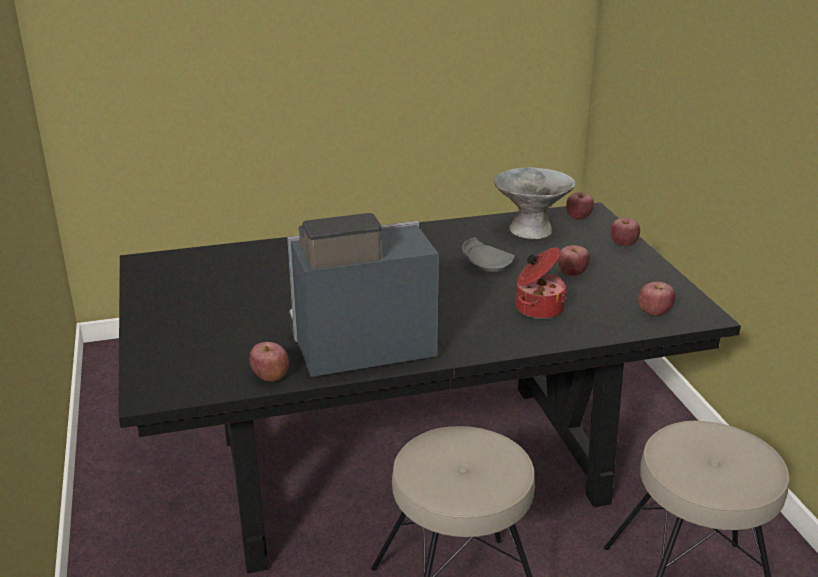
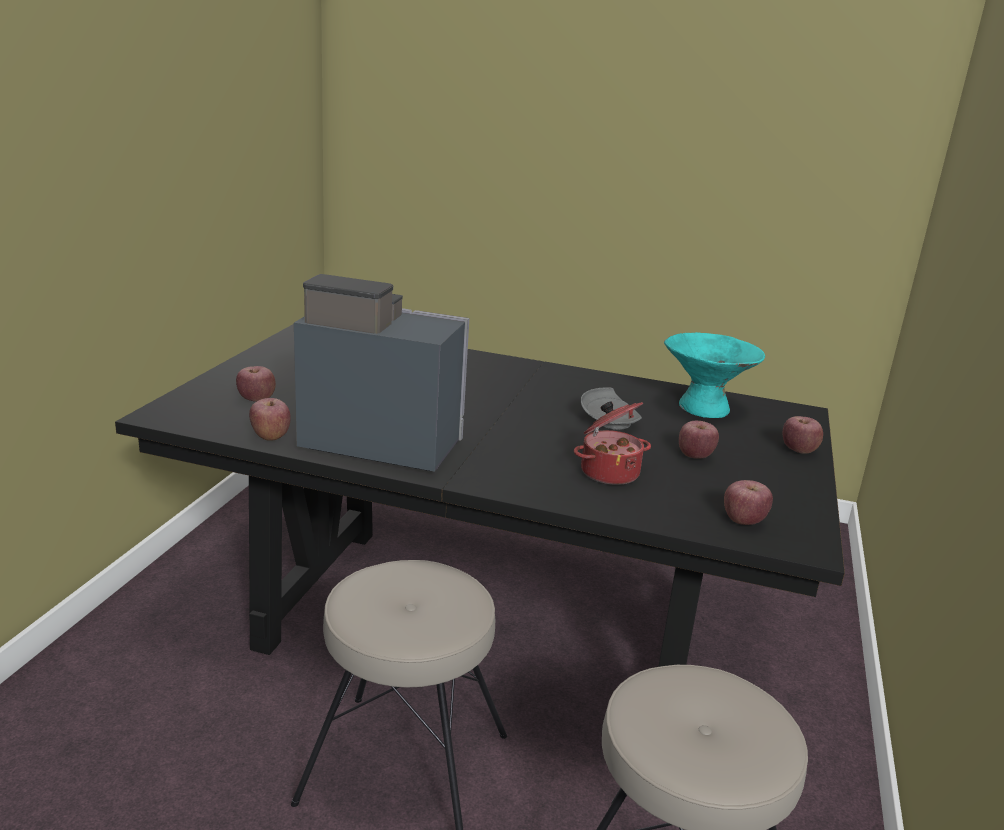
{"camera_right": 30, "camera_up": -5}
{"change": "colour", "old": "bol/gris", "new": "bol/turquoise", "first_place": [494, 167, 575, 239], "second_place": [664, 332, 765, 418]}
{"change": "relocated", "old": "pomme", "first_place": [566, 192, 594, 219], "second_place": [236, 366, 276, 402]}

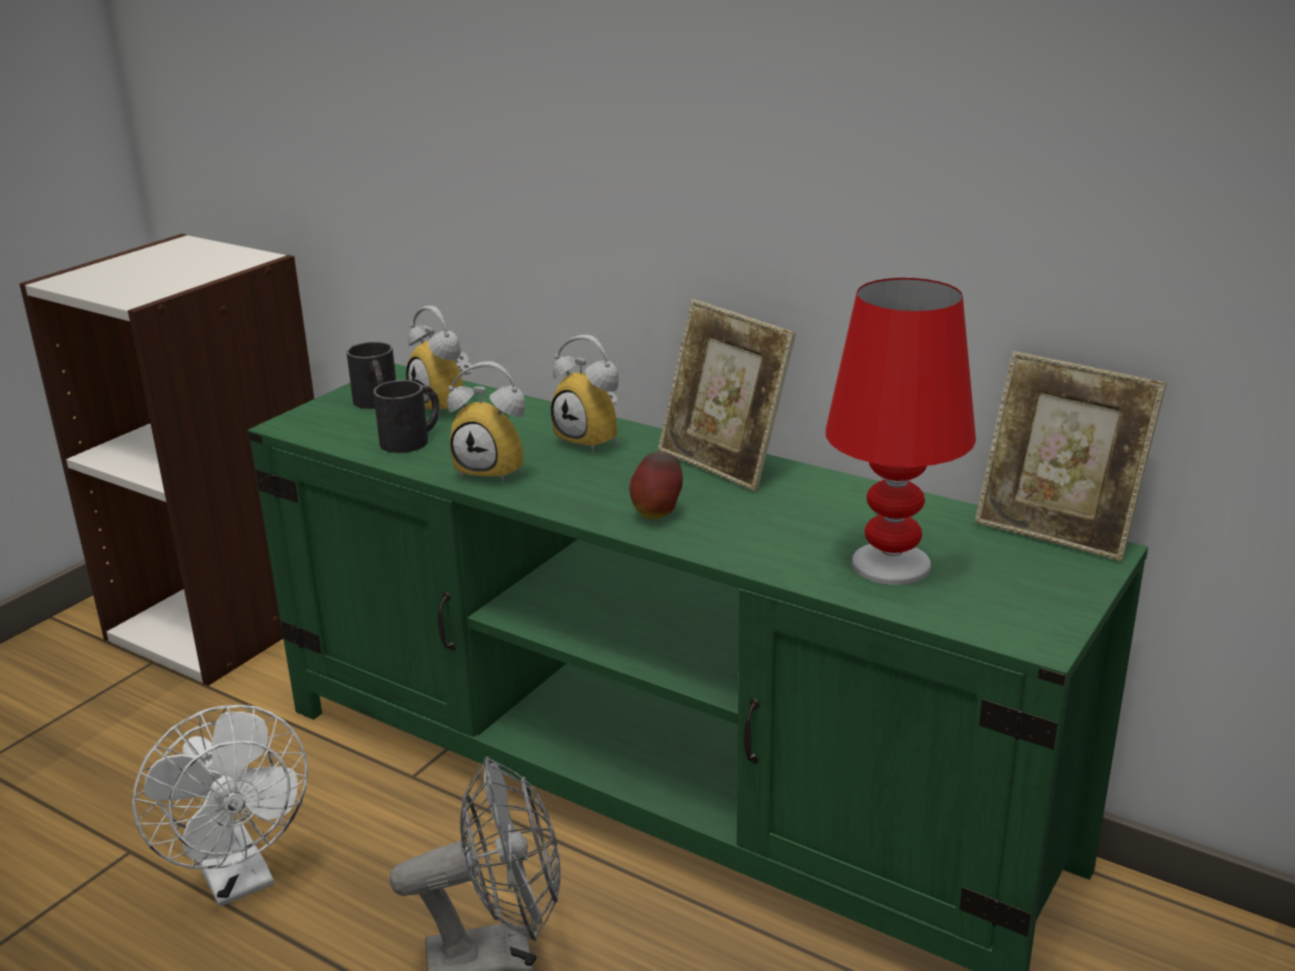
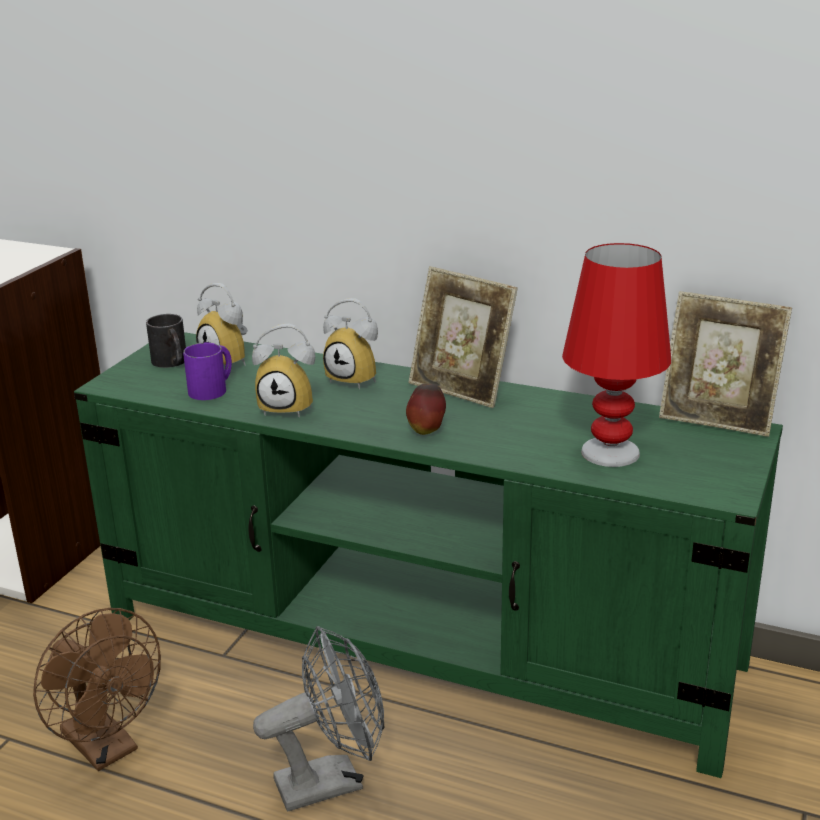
{"camera_right": -10, "camera_up": 0}
{"change": "colour", "old": "mug/noir", "new": "mug/violet", "first_place": [373, 380, 440, 453], "second_place": [183, 343, 232, 400]}
{"change": "colour", "old": "ventilateur/blanc", "new": "ventilateur/marron", "first_place": [132, 705, 308, 907], "second_place": [33, 608, 161, 771]}

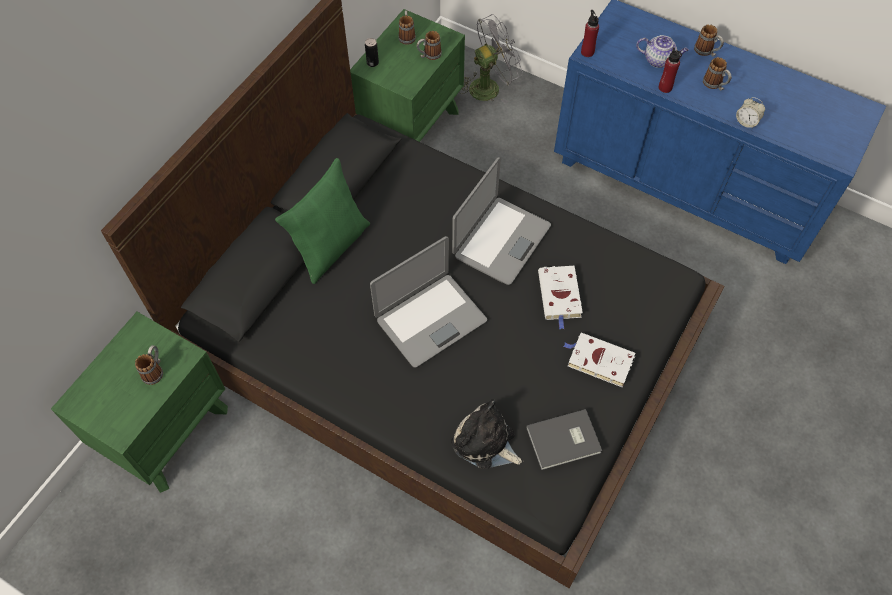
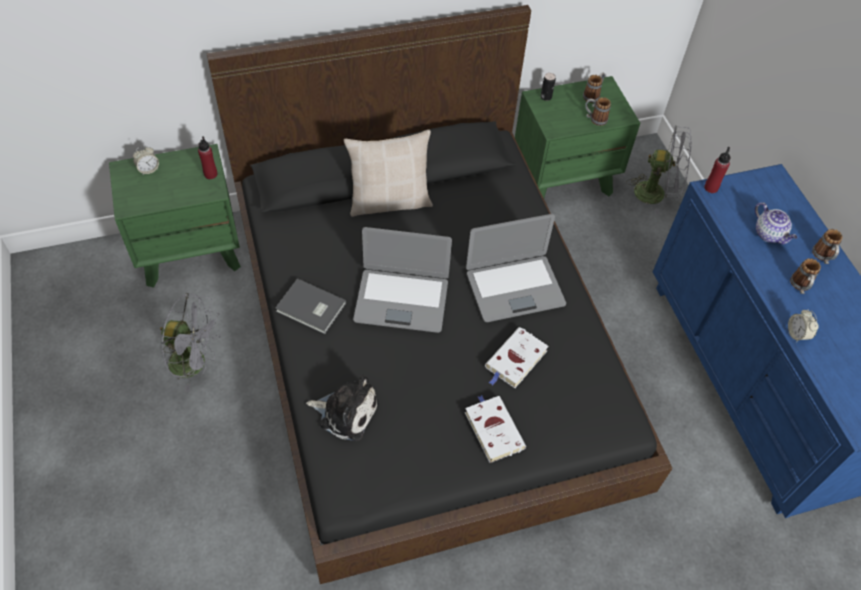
{"camera_right": 40, "camera_up": -5}
{"change": "relocated", "old": "bouteille/rouge", "first_place": [659, 48, 682, 93], "second_place": [198, 136, 217, 179]}
{"change": "colour", "old": "coussin/vert", "new": "coussin/beige", "first_place": [275, 158, 370, 284], "second_place": [344, 130, 433, 217]}
{"change": "missing", "old": "mug", "first_place": [135, 345, 163, 385]}
{"change": "spun", "old": "peluche", "first_place": [451, 399, 522, 469], "second_place": [306, 374, 379, 441], "degrees": 120}
{"change": "relocated", "old": "livre/gris", "first_place": [526, 409, 602, 470], "second_place": [275, 278, 346, 334]}
{"change": "appeared", "new": "réveil", "second_place": [133, 146, 159, 174]}
{"change": "appeared", "new": "ventilateur/gris", "second_place": [160, 293, 221, 392]}

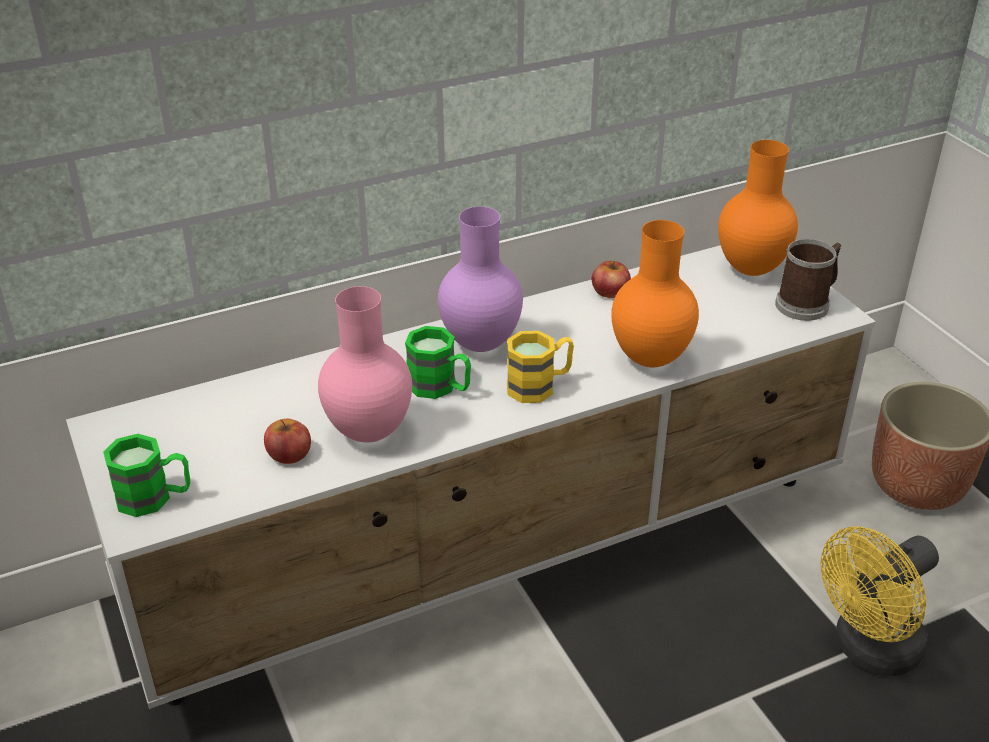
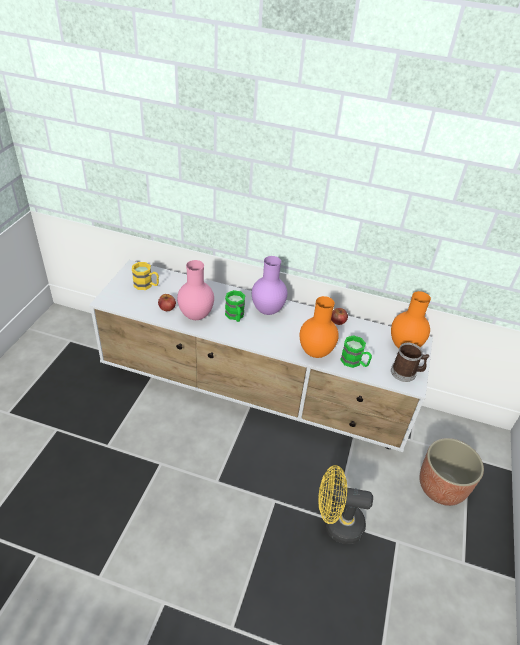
{"camera_right": 40, "camera_up": 5}
{"change": "relocated", "old": "mug/jaune", "first_place": [507, 331, 574, 403], "second_place": [132, 262, 159, 290]}
{"change": "relocated", "old": "mug/vert", "first_place": [103, 434, 190, 517], "second_place": [340, 335, 372, 368]}

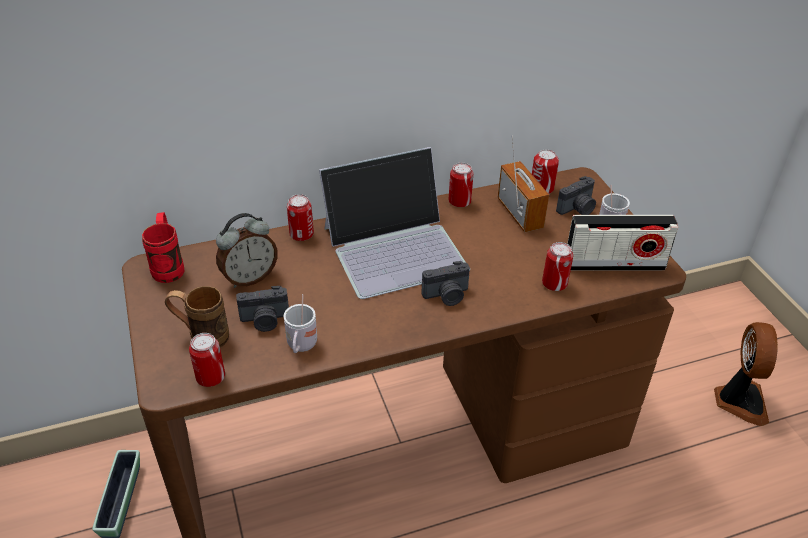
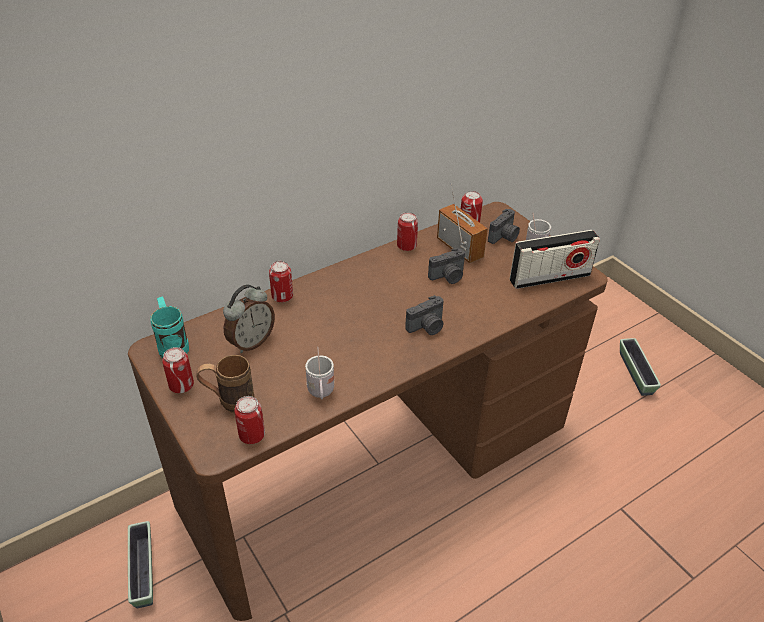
{"camera_right": -15, "camera_up": 0}
{"change": "missing", "old": "ordinateur portable", "first_place": [319, 147, 470, 299]}
{"change": "colour", "old": "mug/rouge", "new": "mug/turquoise", "first_place": [142, 212, 185, 283], "second_place": [150, 297, 189, 358]}
{"change": "relocated", "old": "boîte métallique", "first_place": [542, 242, 573, 291], "second_place": [162, 347, 194, 393]}
{"change": "relocated", "old": "appareil photo", "first_place": [236, 286, 289, 332], "second_place": [428, 248, 465, 284]}
{"change": "exchanged", "old": "ventilateur", "new": "cache-pot", "first_place": [714, 322, 778, 426], "second_place": [620, 338, 661, 396]}

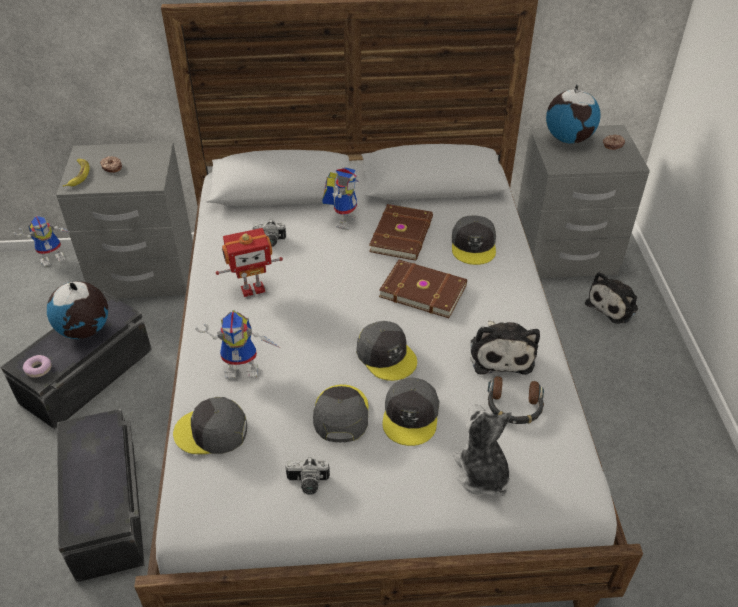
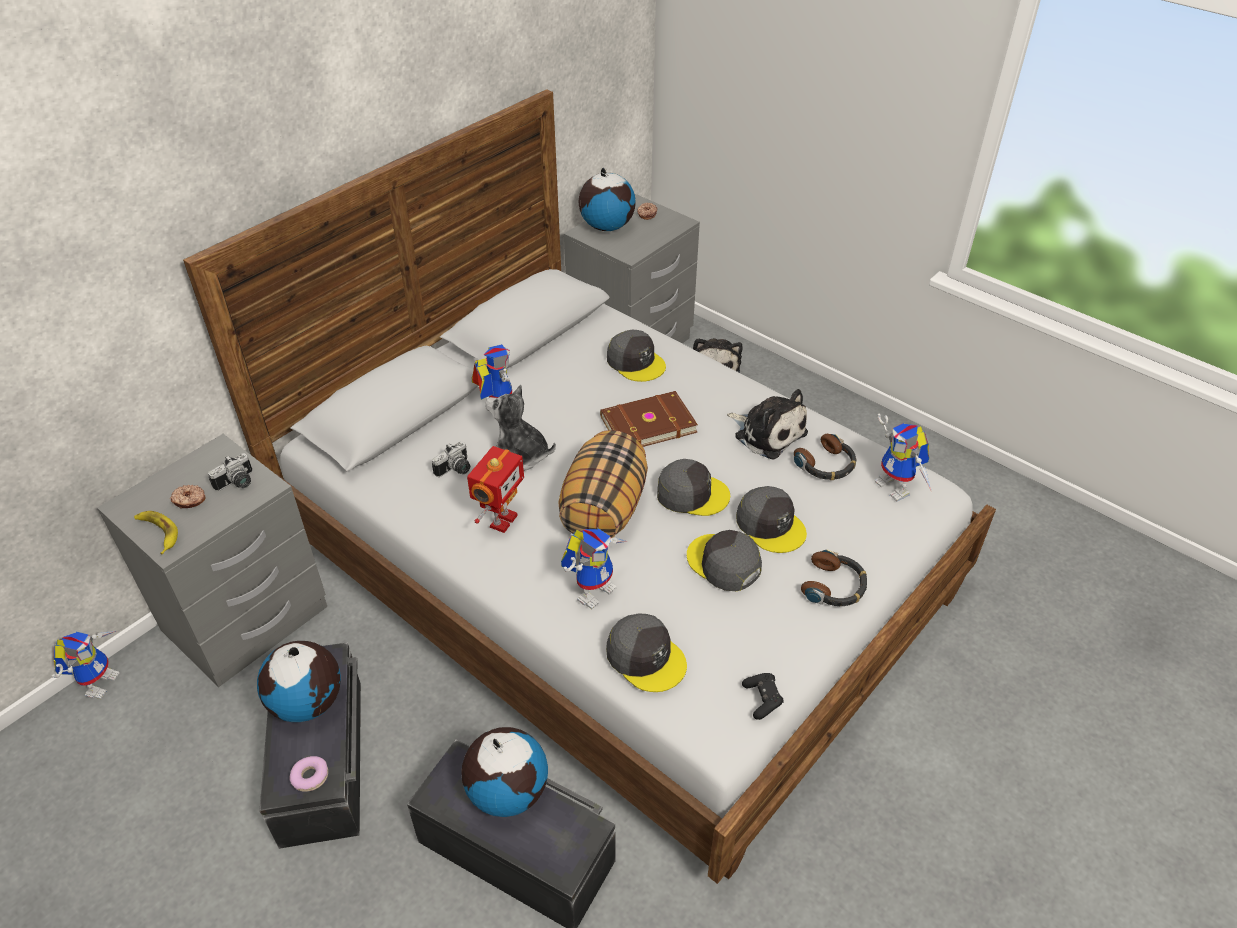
{"camera_right": -45, "camera_up": 0}
{"change": "missing", "old": "livre/marron", "first_place": [369, 204, 433, 261]}
{"change": "spun", "old": "casquette/gris", "first_place": [173, 397, 247, 454], "second_place": [606, 613, 687, 692], "degrees": -90}
{"change": "relocated", "old": "peluche", "first_place": [452, 404, 512, 496], "second_place": [485, 385, 556, 471]}
{"change": "relocated", "old": "appareil photo", "first_place": [286, 457, 330, 495], "second_place": [208, 453, 252, 491]}
{"change": "appeared", "new": "robot jouet", "second_place": [875, 413, 932, 501]}
{"change": "appeared", "new": "coussin", "second_place": [558, 430, 648, 538]}
{"change": "appeared", "new": "casque audio", "second_place": [801, 549, 867, 606]}
{"change": "appeared", "new": "manette/noir", "second_place": [742, 673, 784, 720]}
{"change": "appeared", "new": "globe", "second_place": [461, 727, 548, 817]}

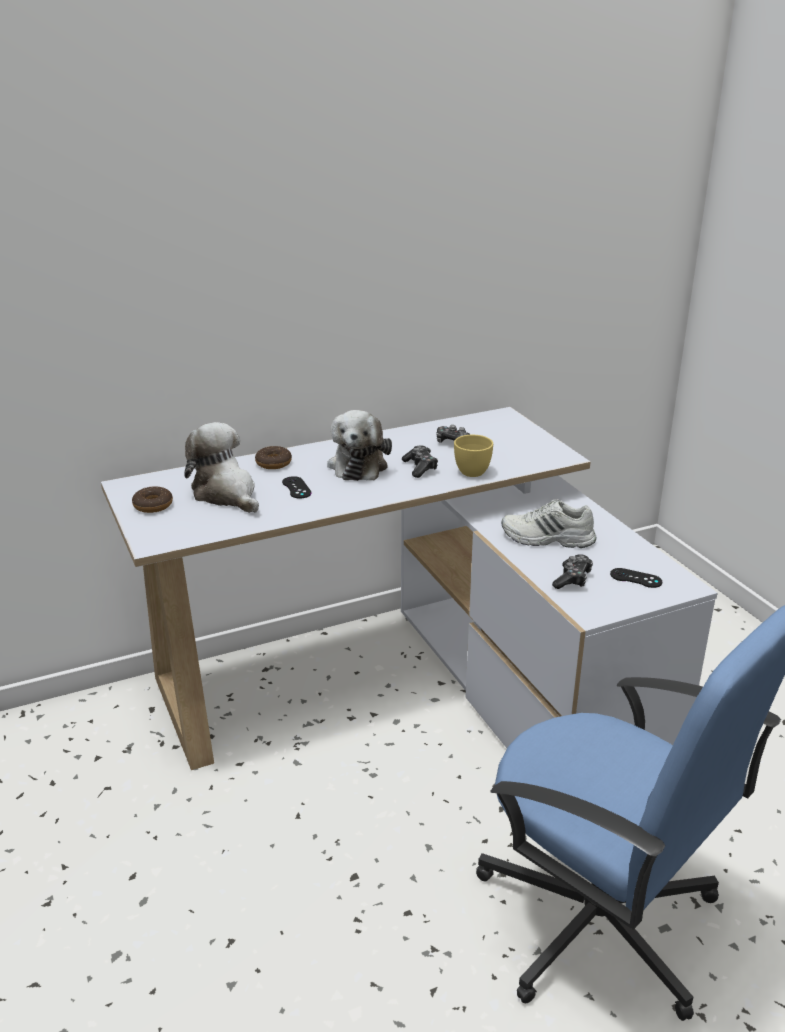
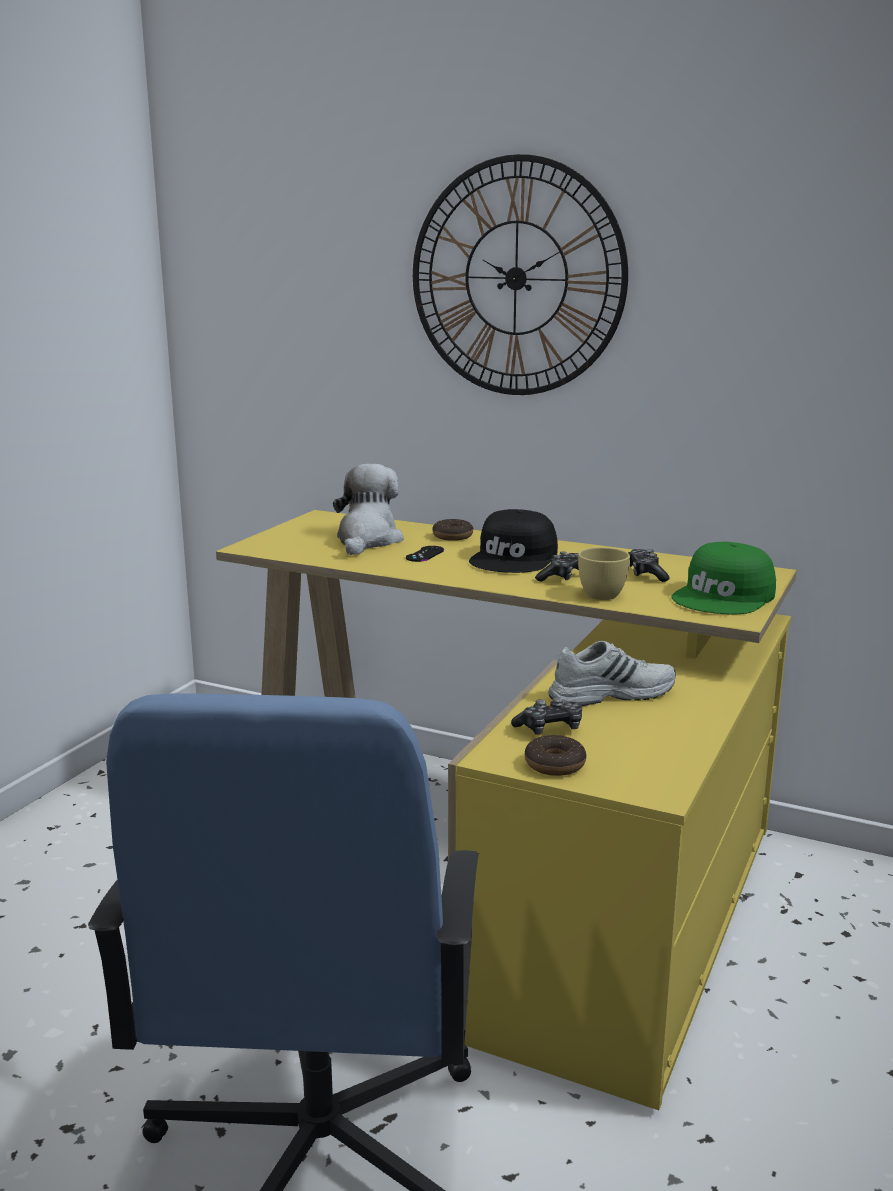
{"camera_right": 50, "camera_up": -10}
{"change": "colour", "old": "bureau/blanc", "new": "bureau/jaune", "first_place": [101, 407, 718, 770], "second_place": [216, 510, 797, 1110]}
{"change": "exchanged", "old": "peluche", "new": "casquette/noir", "first_place": [327, 410, 392, 481], "second_place": [469, 509, 558, 573]}
{"change": "relocated", "old": "beignet", "first_place": [132, 486, 173, 513], "second_place": [525, 735, 586, 776]}
{"change": "spun", "old": "chaussure/blanc", "first_place": [501, 499, 597, 548], "second_place": [548, 641, 676, 706], "degrees": 105}
{"change": "missing", "old": "manette/noir", "first_place": [610, 568, 662, 588]}
{"change": "appeared", "new": "horloge murale", "second_place": [413, 154, 628, 395]}
{"change": "appeared", "new": "casquette/vert", "second_place": [672, 542, 776, 615]}

